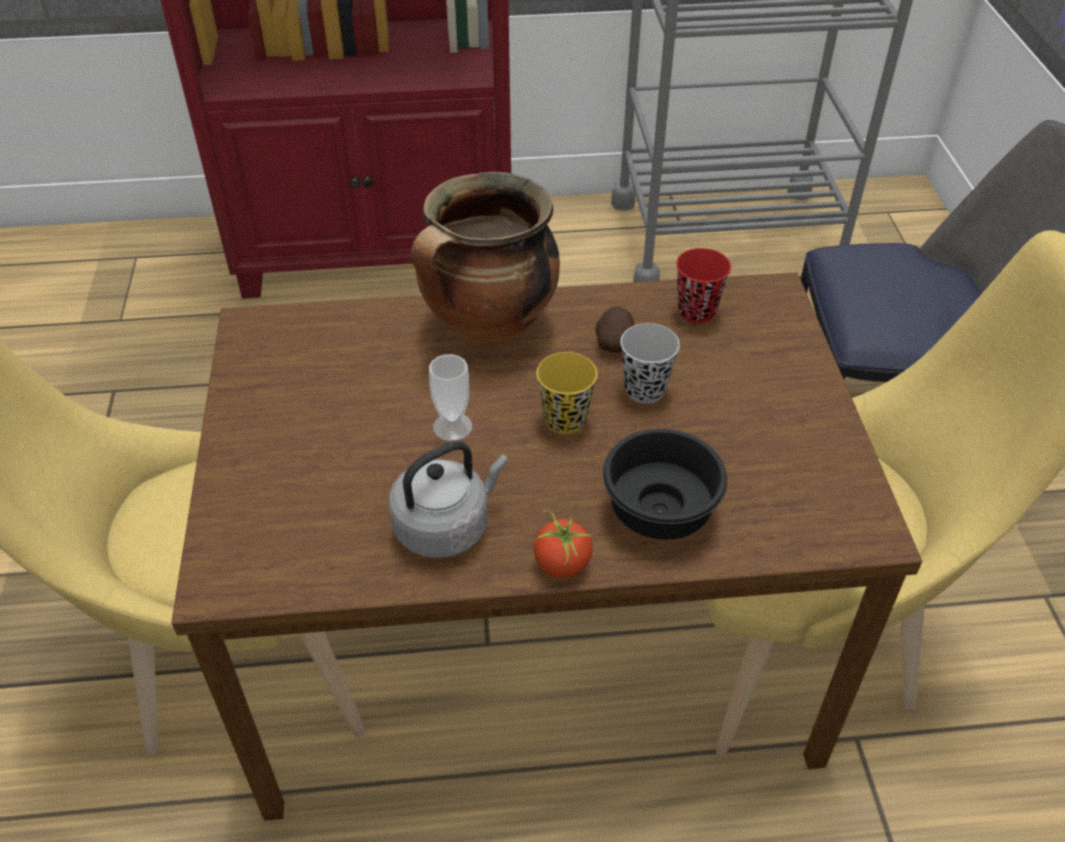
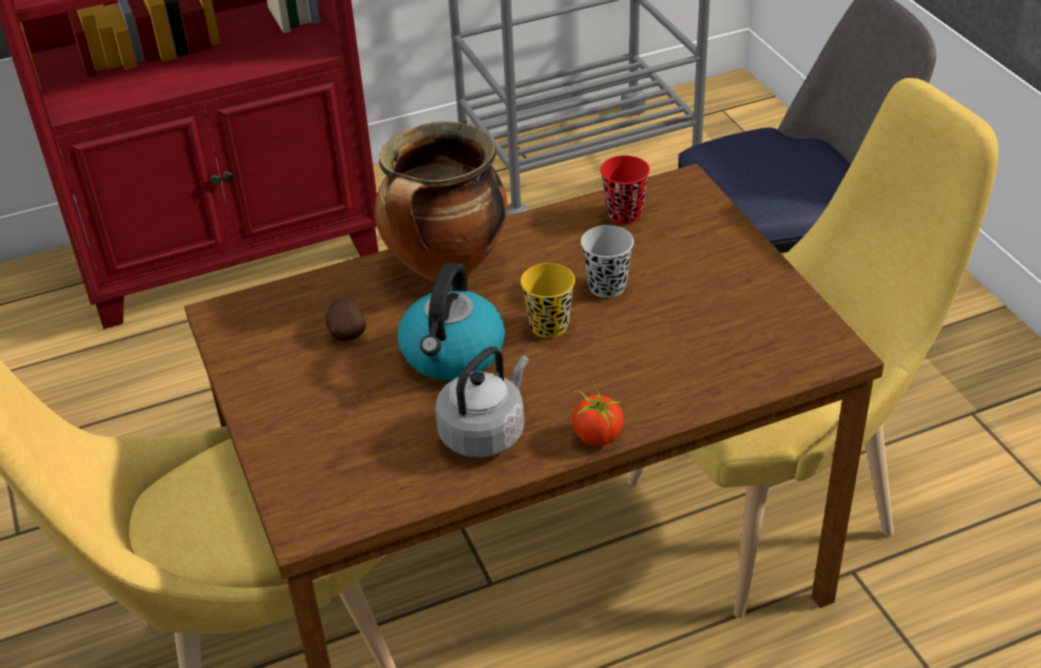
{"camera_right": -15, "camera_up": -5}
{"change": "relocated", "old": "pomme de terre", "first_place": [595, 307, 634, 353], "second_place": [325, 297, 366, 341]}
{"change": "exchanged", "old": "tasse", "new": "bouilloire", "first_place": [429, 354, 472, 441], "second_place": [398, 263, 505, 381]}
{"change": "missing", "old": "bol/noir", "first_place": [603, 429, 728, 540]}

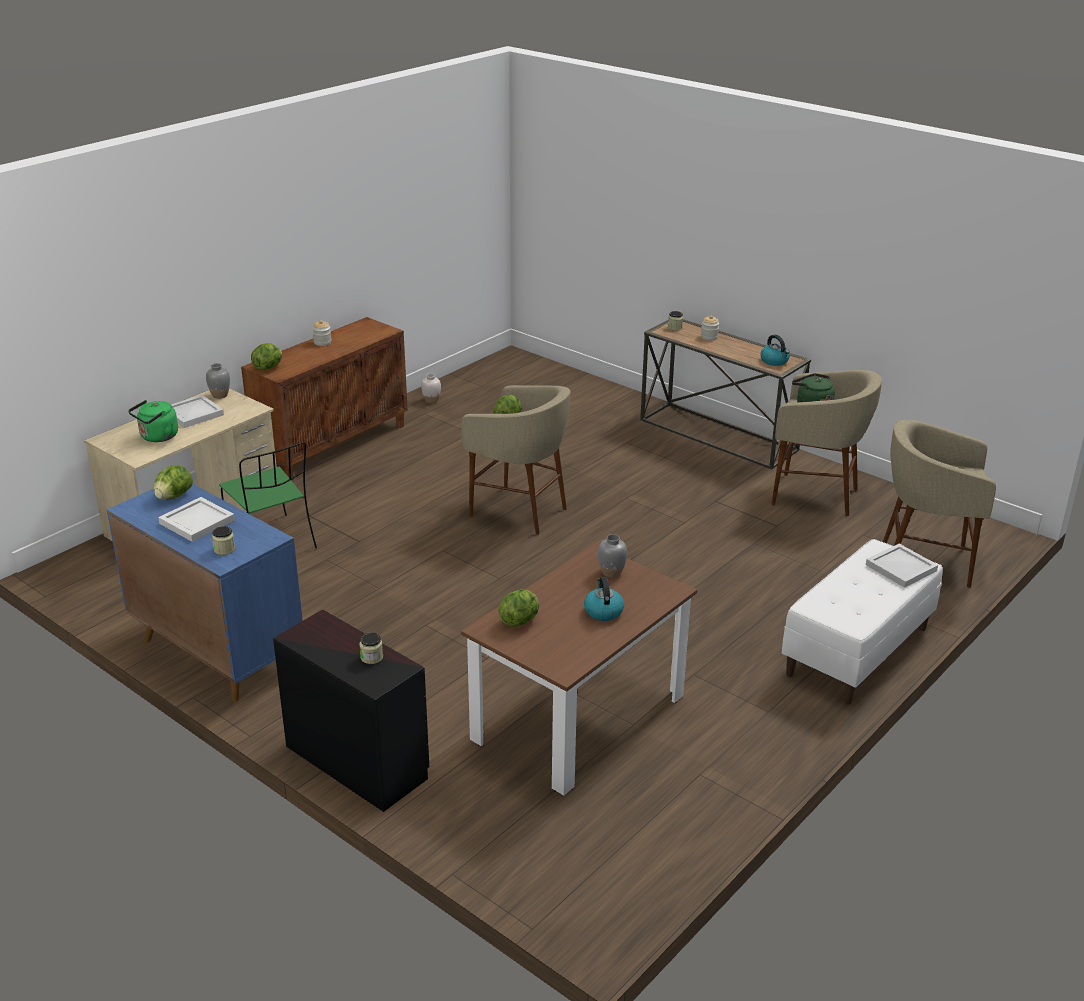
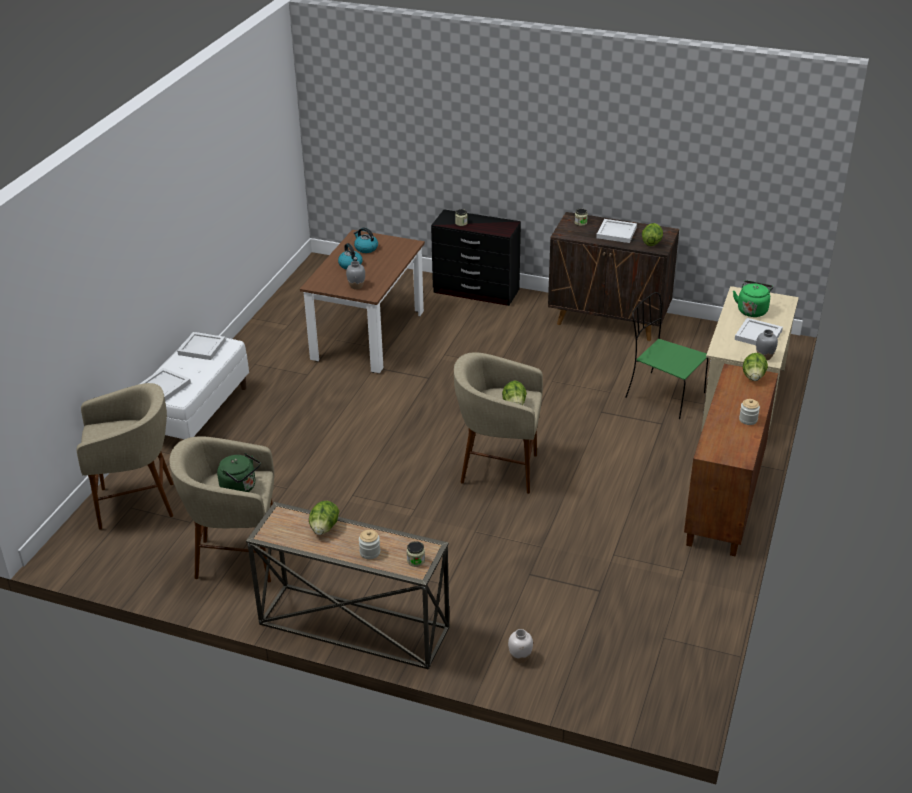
{"camera_right": 160, "camera_up": 5}
{"change": "relocated", "old": "bouilloire", "first_place": [761, 335, 790, 366], "second_place": [354, 228, 378, 253]}
{"change": "relocated", "old": "vase/blanc", "first_place": [421, 374, 441, 403], "second_place": [508, 629, 533, 663]}
{"change": "colour", "old": "meuble de rangement/bleu", "new": "meuble de rangement/marron", "first_place": [107, 484, 303, 701], "second_place": [548, 212, 679, 341]}
{"change": "relocated", "old": "laitue", "first_place": [498, 589, 539, 627], "second_place": [309, 501, 339, 535]}
{"change": "appeared", "new": "plateau/blanc", "second_place": [177, 332, 226, 360]}

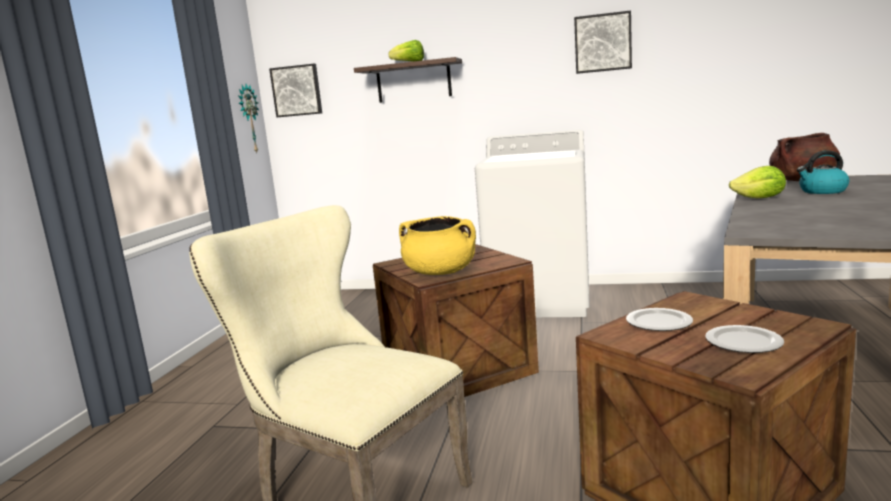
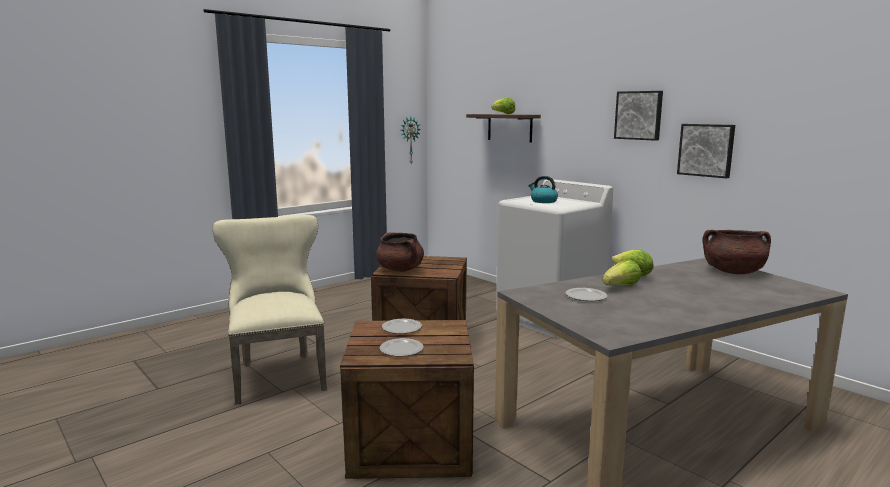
{"camera_right": 35, "camera_up": 0}
{"change": "relocated", "old": "tableau", "first_place": [269, 64, 322, 117], "second_place": [677, 124, 735, 179]}
{"change": "relocated", "old": "bouilloire", "first_place": [797, 150, 849, 194], "second_place": [528, 176, 558, 203]}
{"change": "colour", "old": "marmite/jaune", "new": "marmite/marron", "first_place": [399, 216, 476, 275], "second_place": [376, 232, 424, 272]}
{"change": "appeared", "new": "laitue", "second_place": [602, 259, 641, 286]}
{"change": "appeared", "new": "assiette", "second_place": [565, 288, 607, 301]}

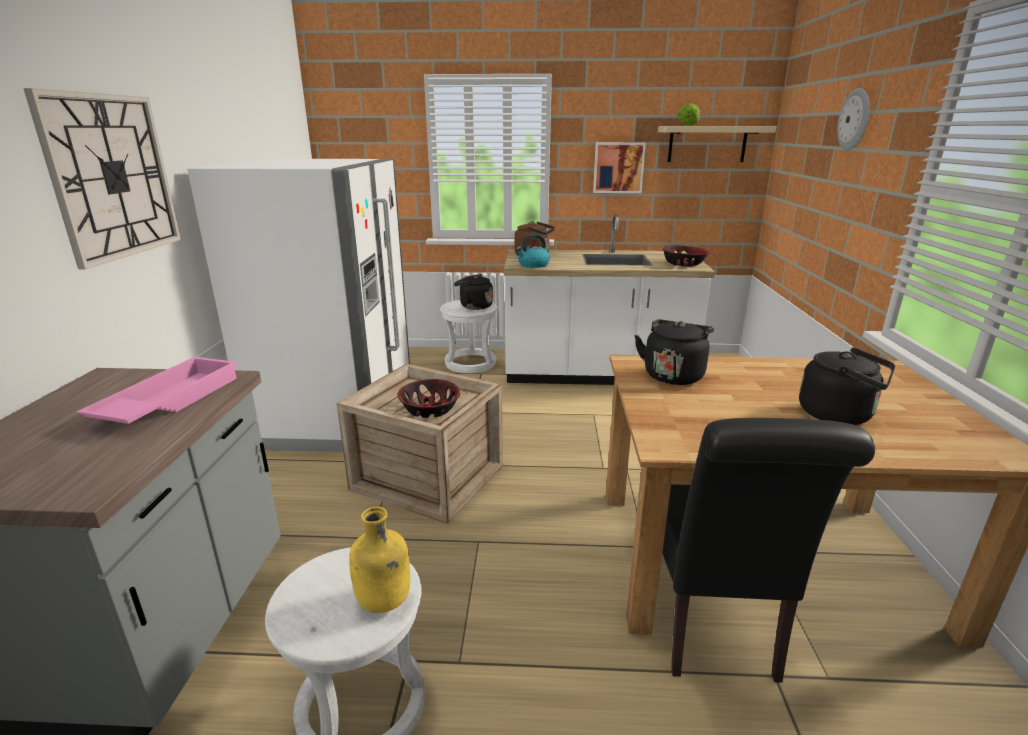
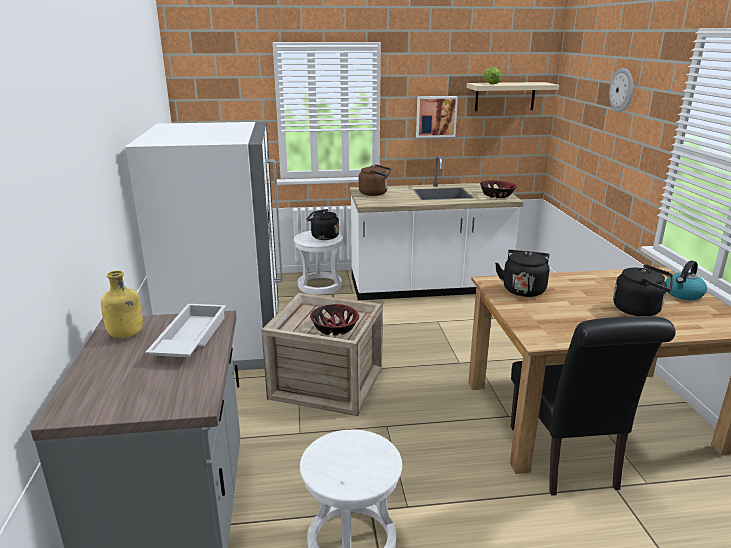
{"camera_right": -10, "camera_up": 0}
{"change": "missing", "old": "horloge murale", "first_place": [23, 88, 181, 269]}
{"change": "relocated", "old": "bouilloire", "first_place": [516, 234, 550, 268], "second_place": [665, 261, 707, 300]}
{"change": "colour", "old": "plateau/rose", "new": "plateau/blanc", "first_place": [77, 357, 238, 424], "second_place": [145, 304, 226, 357]}
{"change": "relocated", "old": "bouteille/jaune", "first_place": [349, 507, 410, 613], "second_place": [101, 270, 143, 338]}

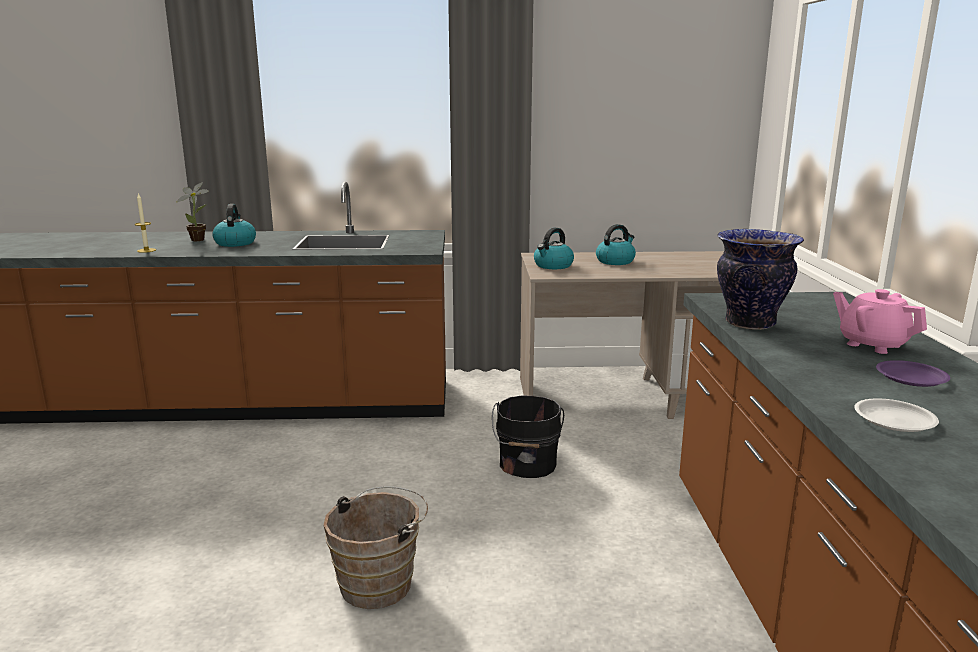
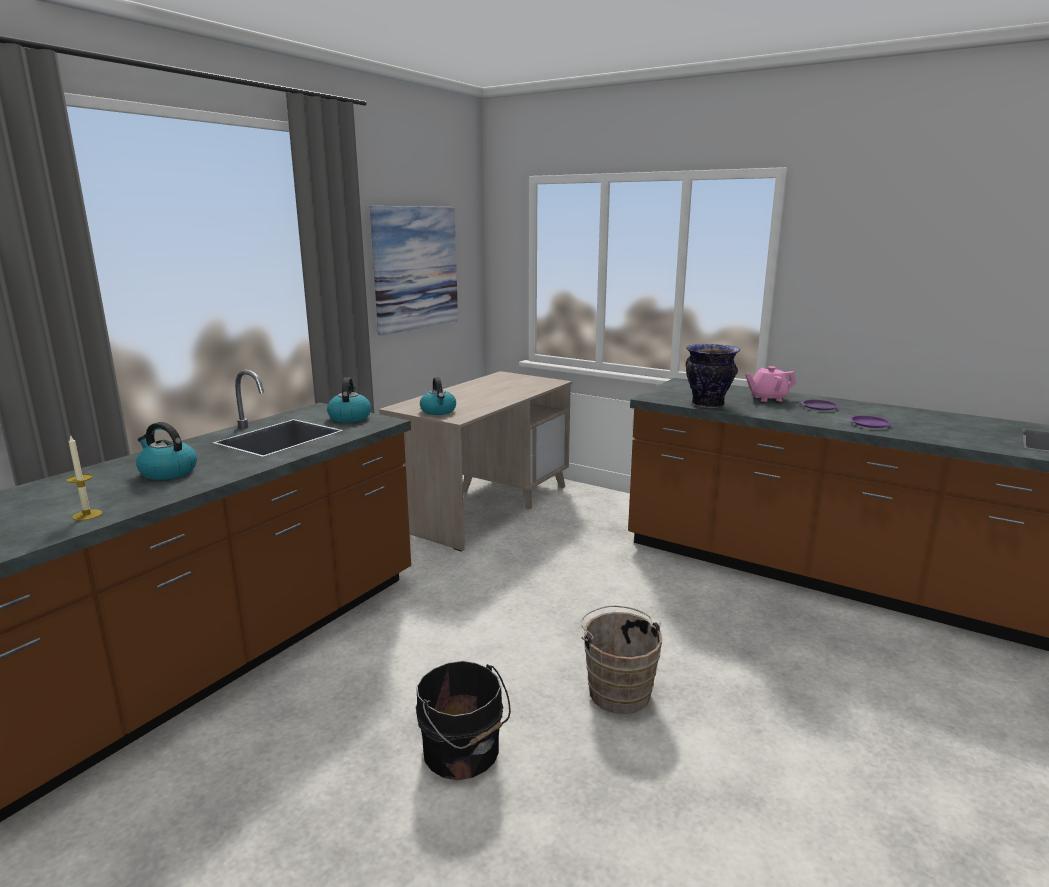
{"camera_right": -55, "camera_up": 0}
{"change": "missing", "old": "plante en pot", "first_place": [177, 182, 209, 241]}
{"change": "relocated", "old": "bouilloire", "first_place": [596, 224, 636, 265], "second_place": [327, 377, 371, 422]}
{"change": "relocated", "old": "seau/noir", "first_place": [492, 396, 564, 478], "second_place": [416, 661, 511, 780]}
{"change": "colour", "old": "assiette/blanc", "new": "assiette/violet", "first_place": [854, 399, 939, 432], "second_place": [850, 416, 892, 428]}
{"change": "appeared", "new": "tableau", "second_place": [370, 206, 458, 336]}

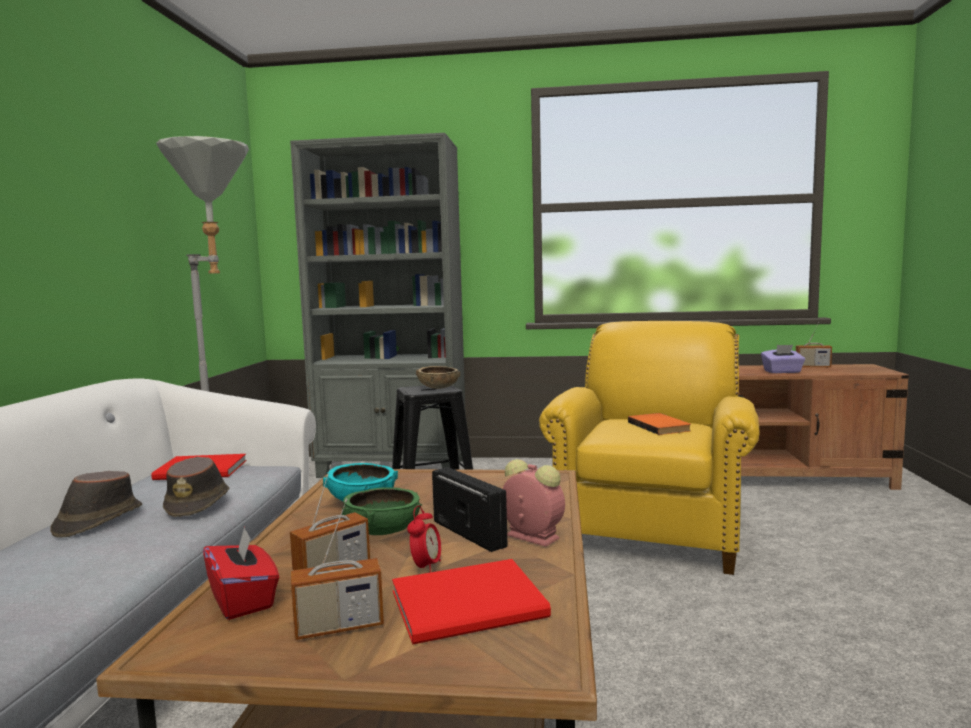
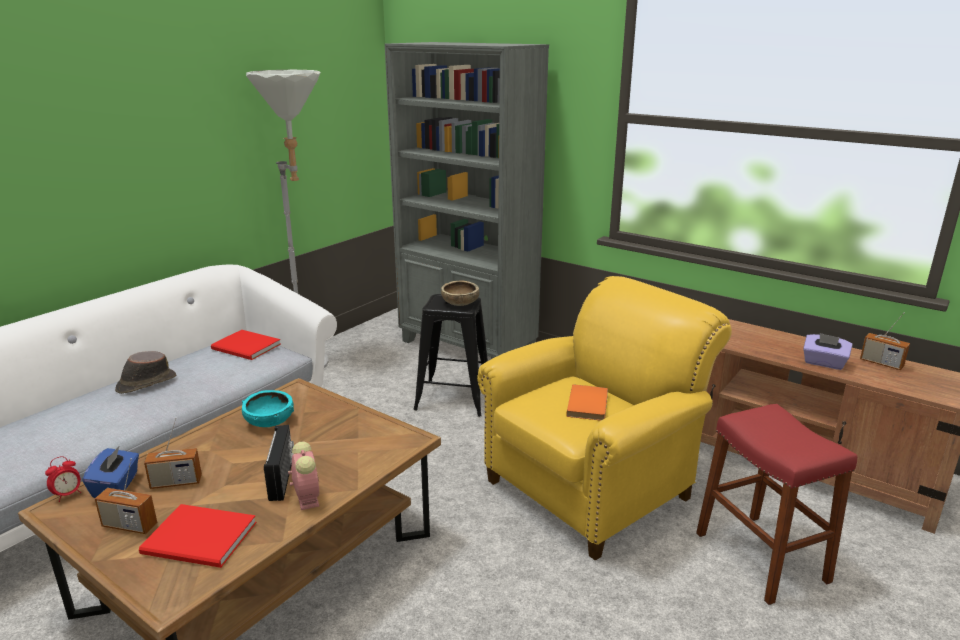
{"camera_right": 30, "camera_up": 15}
{"change": "missing", "old": "chapeau/marron", "first_place": [163, 457, 229, 517]}
{"change": "missing", "old": "bol/vert", "first_place": [342, 487, 422, 535]}
{"change": "relocated", "old": "réveil", "first_place": [407, 505, 441, 573], "second_place": [45, 456, 82, 502]}
{"change": "colour", "old": "boîte à mouchoirs/rouge", "new": "boîte à mouchoirs/bleu", "first_place": [203, 527, 279, 620], "second_place": [82, 445, 139, 498]}
{"change": "appeared", "new": "tabouret/rouge", "second_place": [696, 404, 857, 605]}

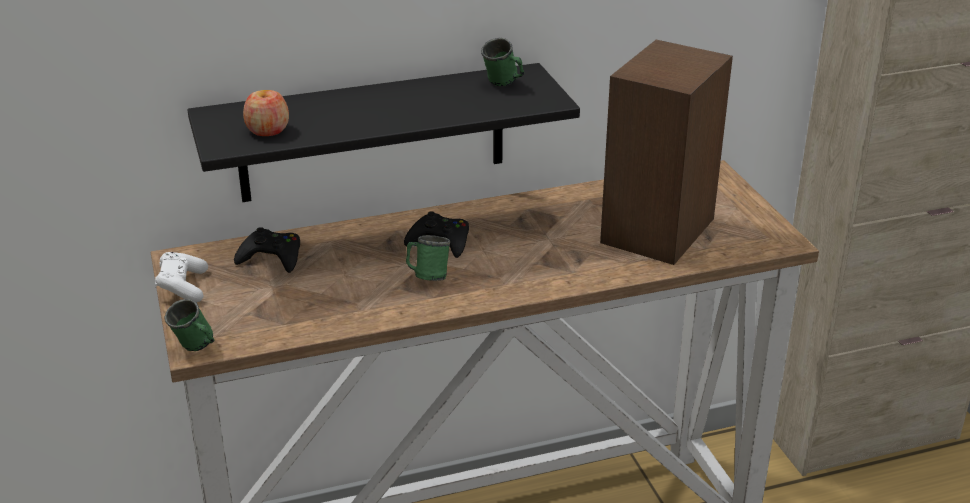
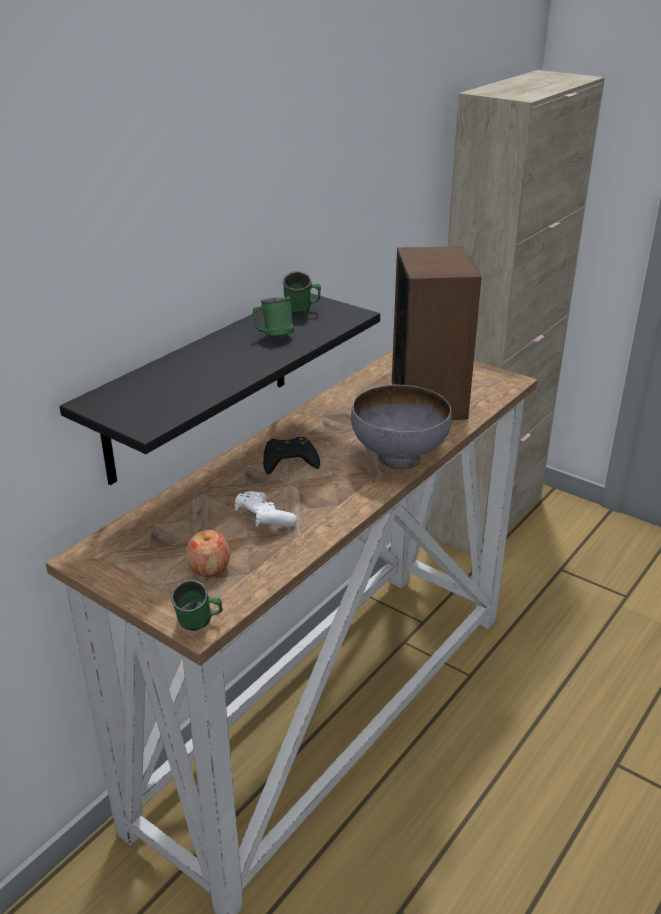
{"camera_right": -35, "camera_up": 0}
{"change": "relocated", "old": "pomme", "first_place": [243, 90, 289, 136], "second_place": [186, 530, 230, 577]}
{"change": "missing", "old": "manette/noir", "first_place": [234, 227, 300, 273]}
{"change": "relocated", "old": "mug/vert", "first_place": [406, 235, 450, 281], "second_place": [253, 297, 294, 336]}
{"change": "relocated", "old": "manette/blanc", "first_place": [155, 252, 208, 303], "second_place": [235, 491, 297, 528]}
{"change": "appeared", "new": "bol/gris", "second_place": [351, 385, 452, 470]}

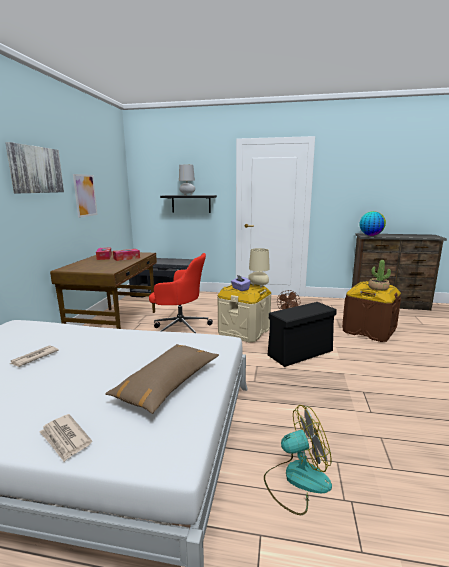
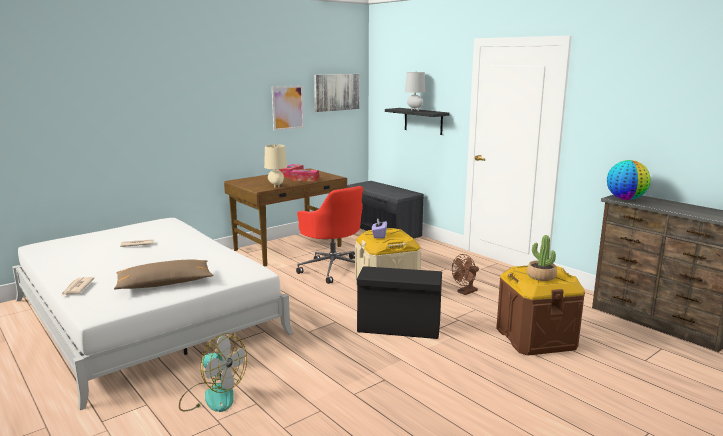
{"camera_right": 40, "camera_up": 0}
{"change": "relocated", "old": "tableau", "first_place": [5, 142, 64, 193], "second_place": [314, 74, 360, 112]}
{"change": "relocated", "old": "lampe de table/beige", "first_place": [248, 248, 270, 288], "second_place": [264, 144, 287, 188]}

